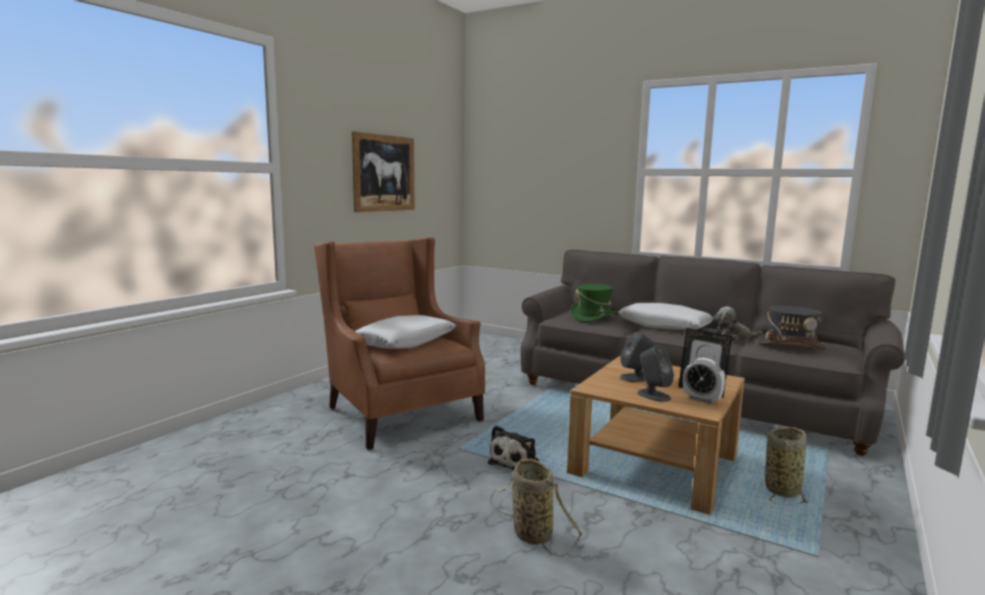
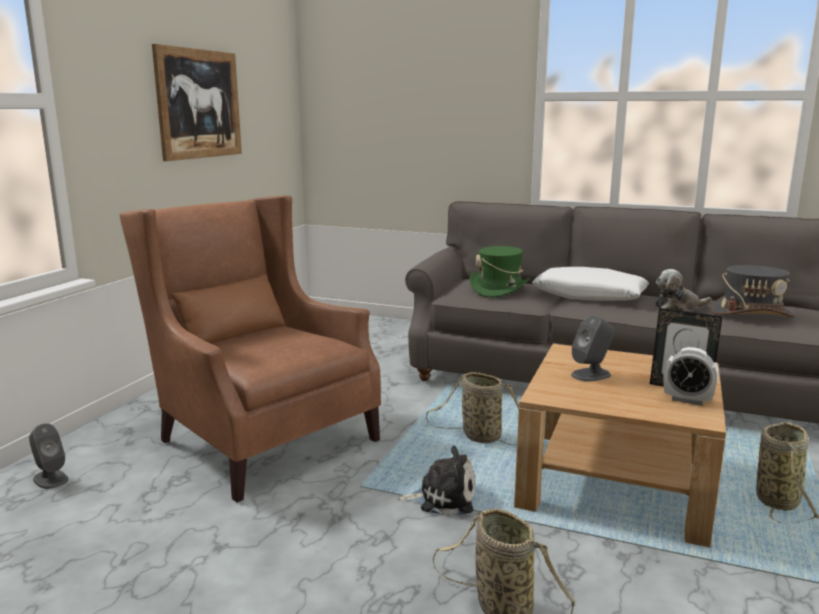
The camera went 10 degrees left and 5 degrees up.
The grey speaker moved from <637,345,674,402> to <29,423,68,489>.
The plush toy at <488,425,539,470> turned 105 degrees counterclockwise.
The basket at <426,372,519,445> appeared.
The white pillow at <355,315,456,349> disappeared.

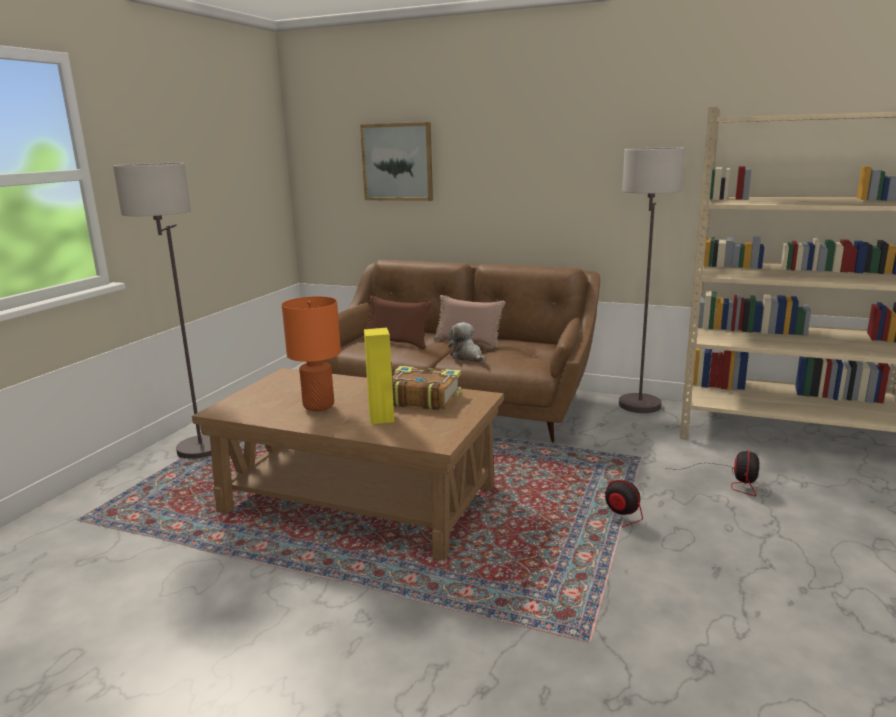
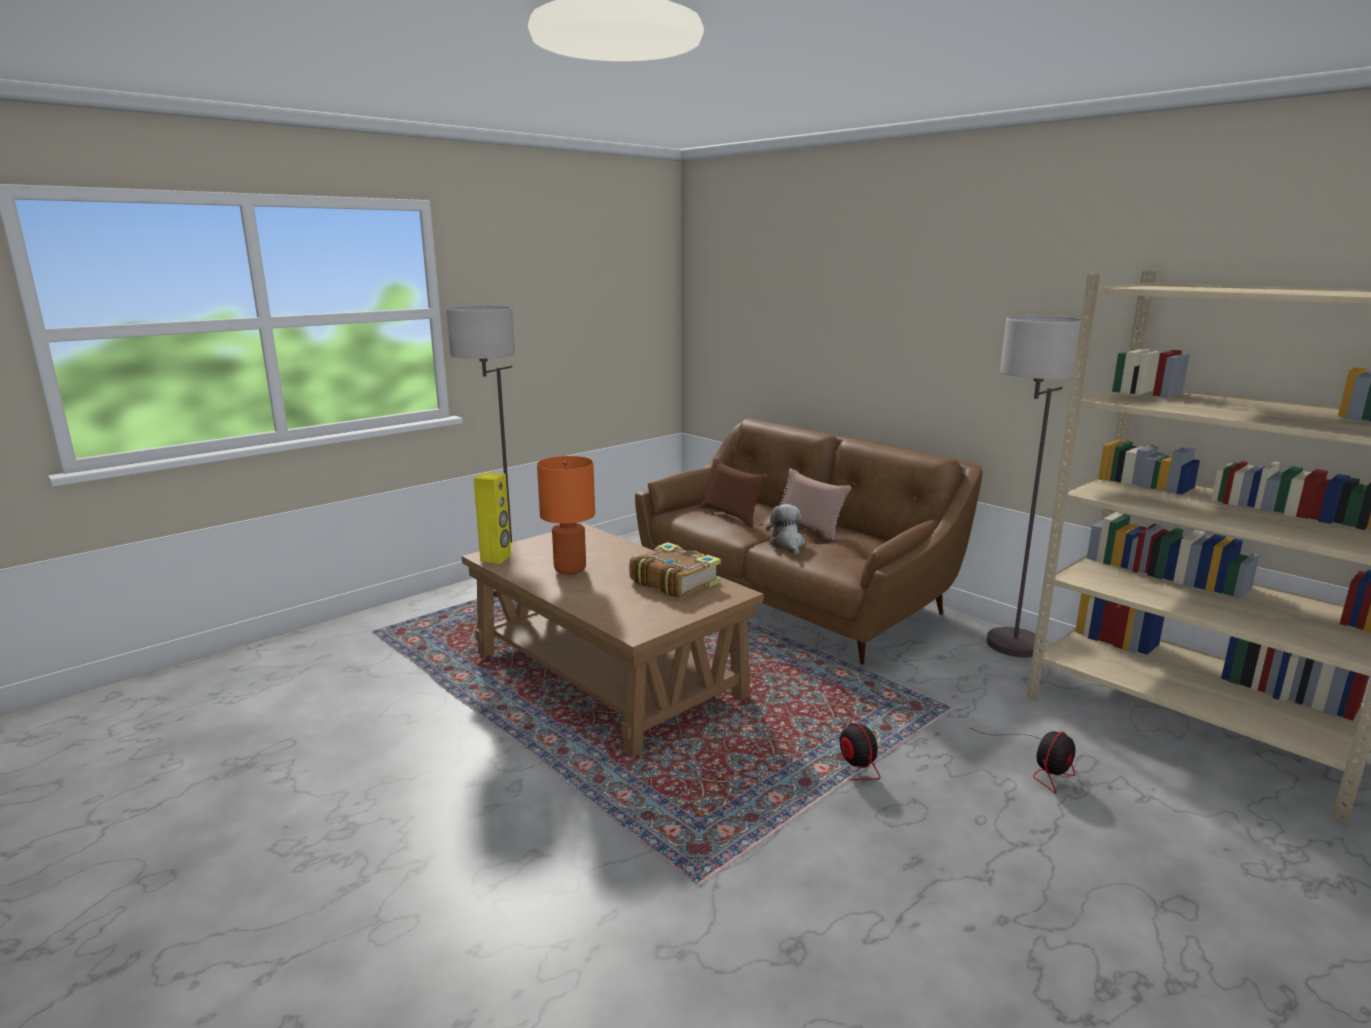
The camera went 25 degrees right and 0 degrees up.
The yellow speaker moved from <364,328,394,424> to <473,472,511,564>.
The picture at <360,122,433,201> disappeared.

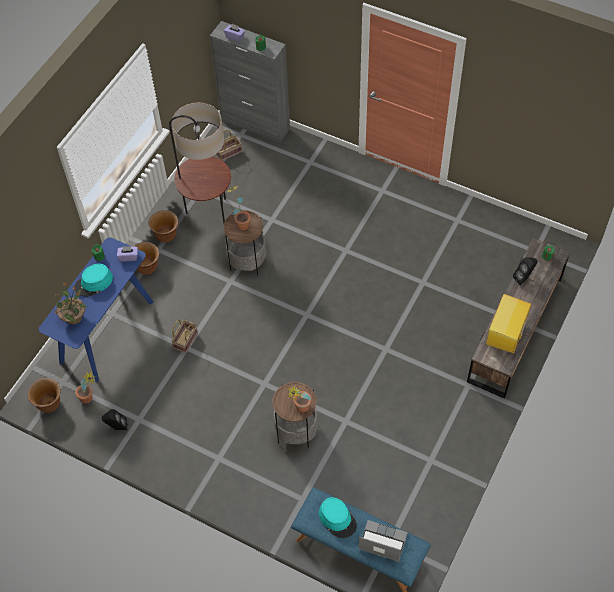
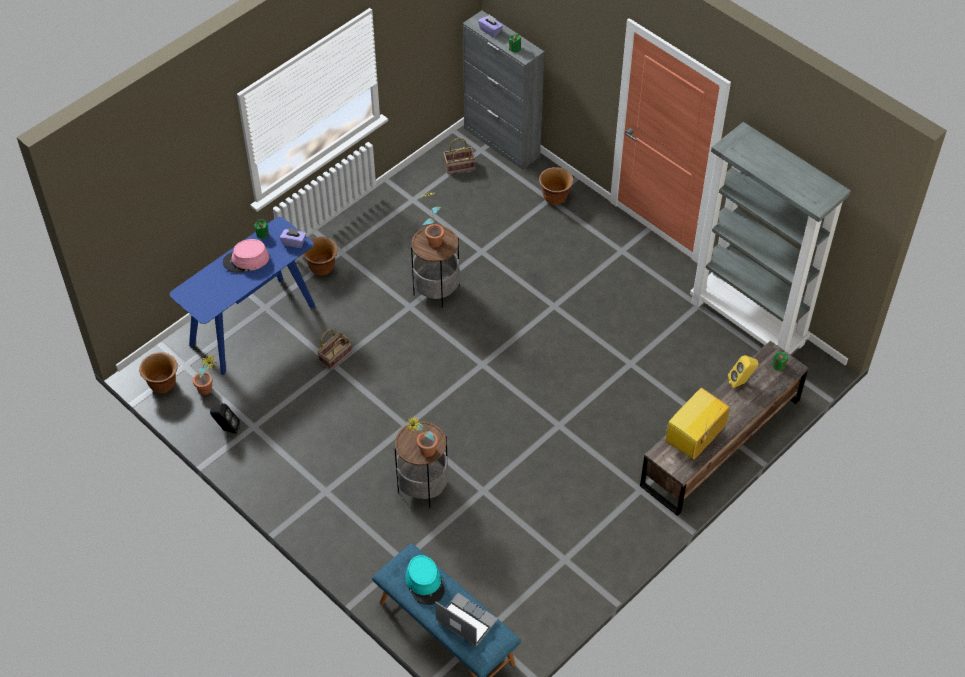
The camera went 15 degrees right and 5 degrees down.
The turquoise hat at <74,264,113,297> became the pink hat at <223,239,270,273>.
The brown planter moved from <149,210,178,242> to <539,167,573,205>.
The grey bookcase at <690,122,851,354> appeared.
The black speaker at <513,257,538,285> became the yellow speaker at <728,355,758,388>.
The potted plant at <54,283,87,325> disappeared.
The floor lamp at <169,103,231,224> disappeared.

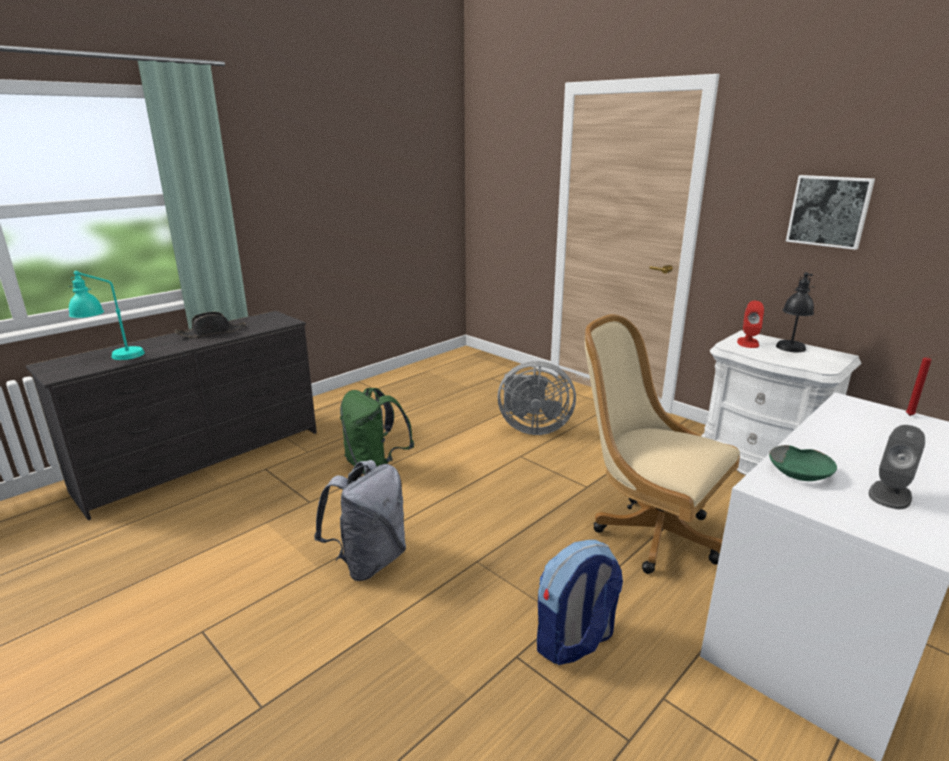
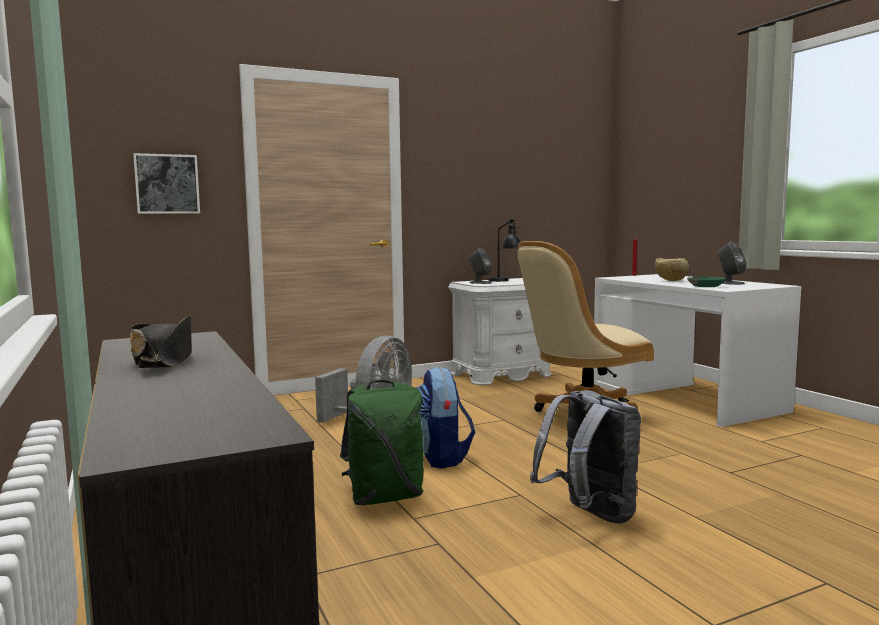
The camera went 70 degrees left and 15 degrees down.
The picture moved from <786,175,875,250> to <133,153,200,214>.
The backpack moved from <537,540,623,665> to <416,366,475,469>.
The red speaker at <737,301,764,348> became the grey speaker at <469,248,492,284>.
The beige bowl at <655,258,689,281> appeared.
The turquoise table lamp at <68,271,145,360> disappeared.

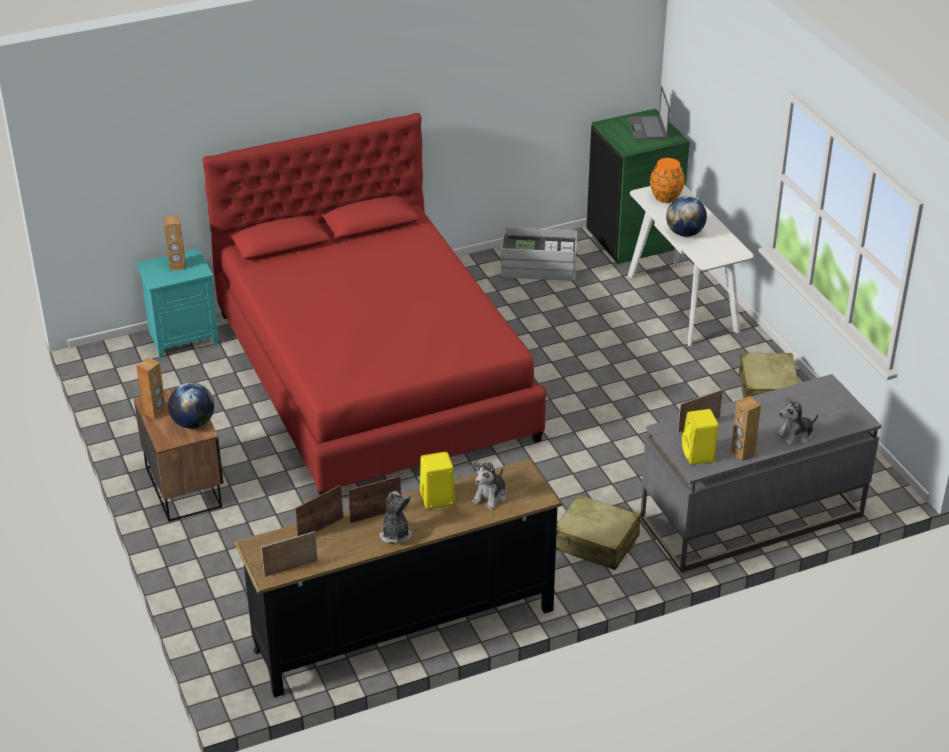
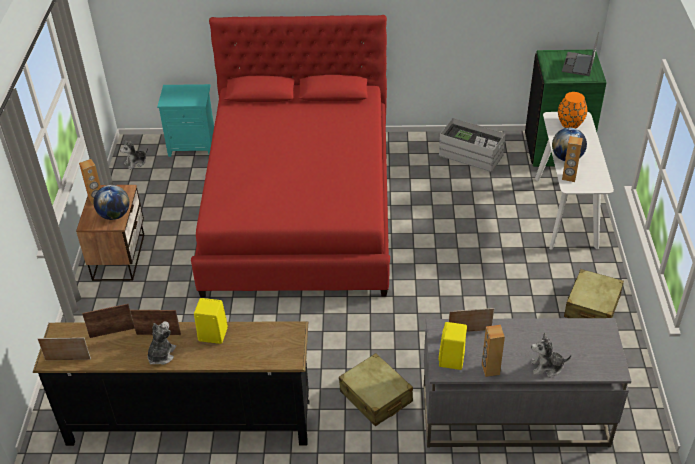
The camera went 25 degrees right and 5 degrees up.
The plush toy moved from <472,461,506,510> to <120,139,148,170>.
The brown speaker moved from <164,216,185,270> to <562,136,583,182>.

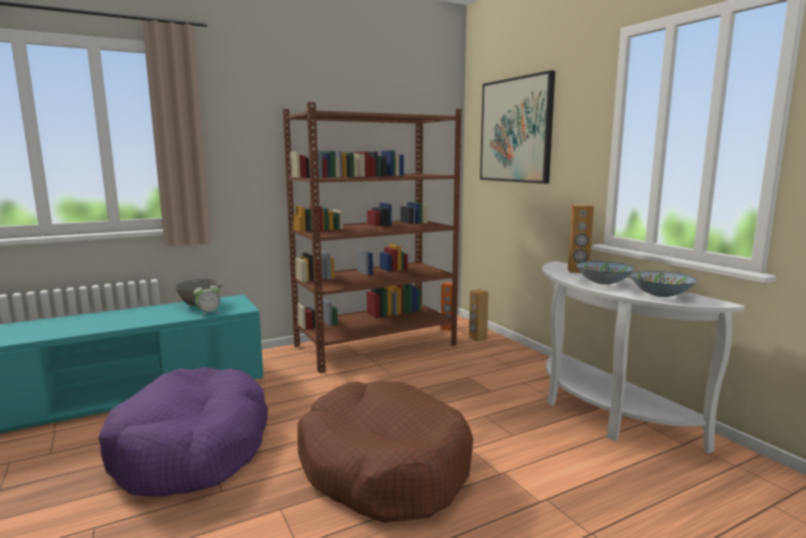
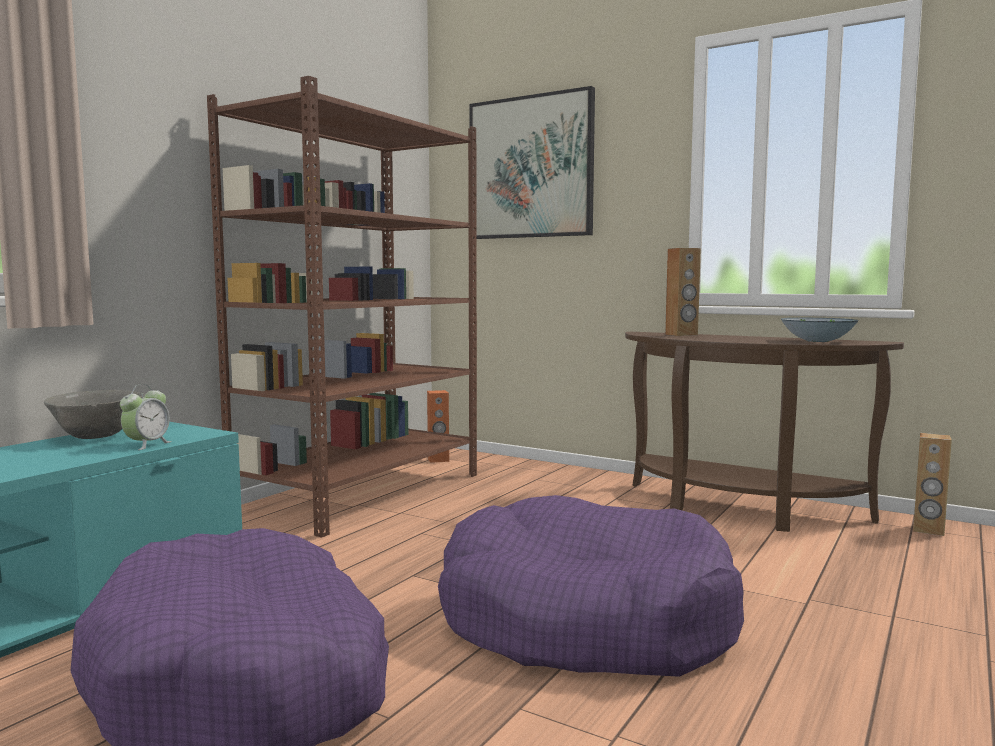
The camera went 30 degrees left and 5 degrees down.
The brown dog bed at <297,381,473,523> became the purple dog bed at <438,495,744,677>.
The white console table at <542,261,745,454> became the brown console table at <625,332,904,532>.
The brown speaker moved from <469,289,488,342> to <913,433,952,536>.
The bowl at <576,261,635,285> disappeared.

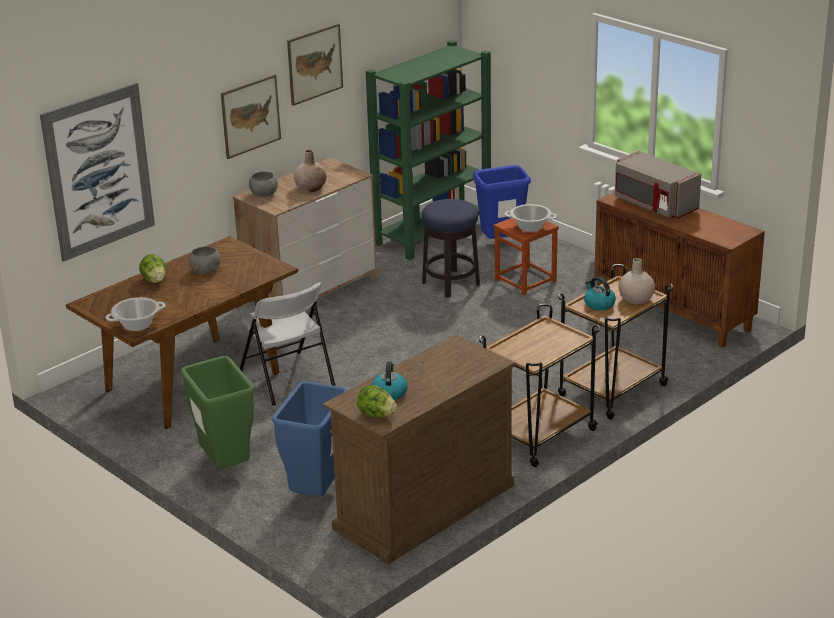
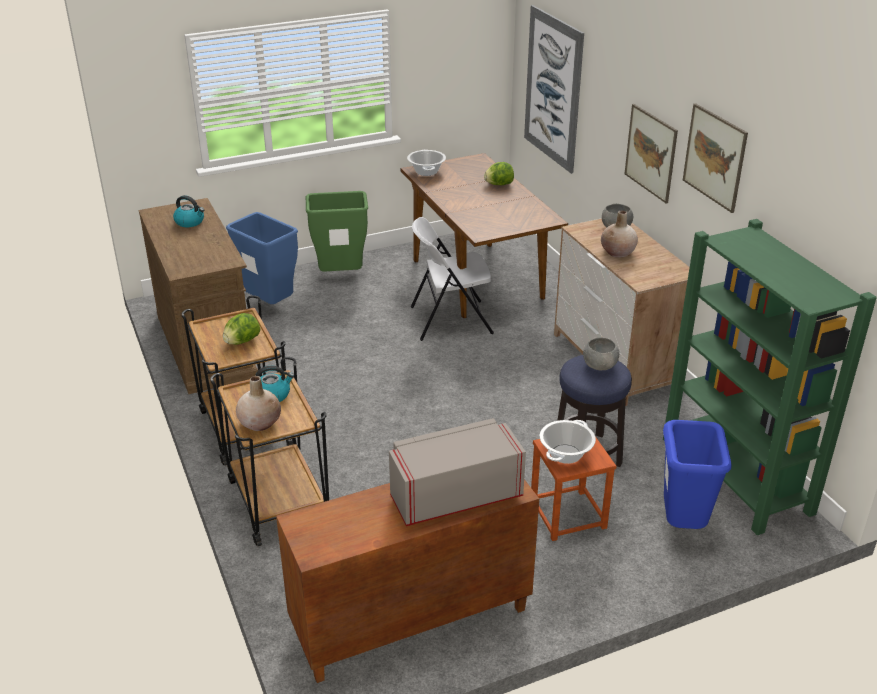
The camera went 110 degrees right and 5 degrees up.
The lettuce moved from <357,385,397,418> to <223,313,260,345>.
The grey bowl moved from <189,246,221,274> to <583,338,619,370>.

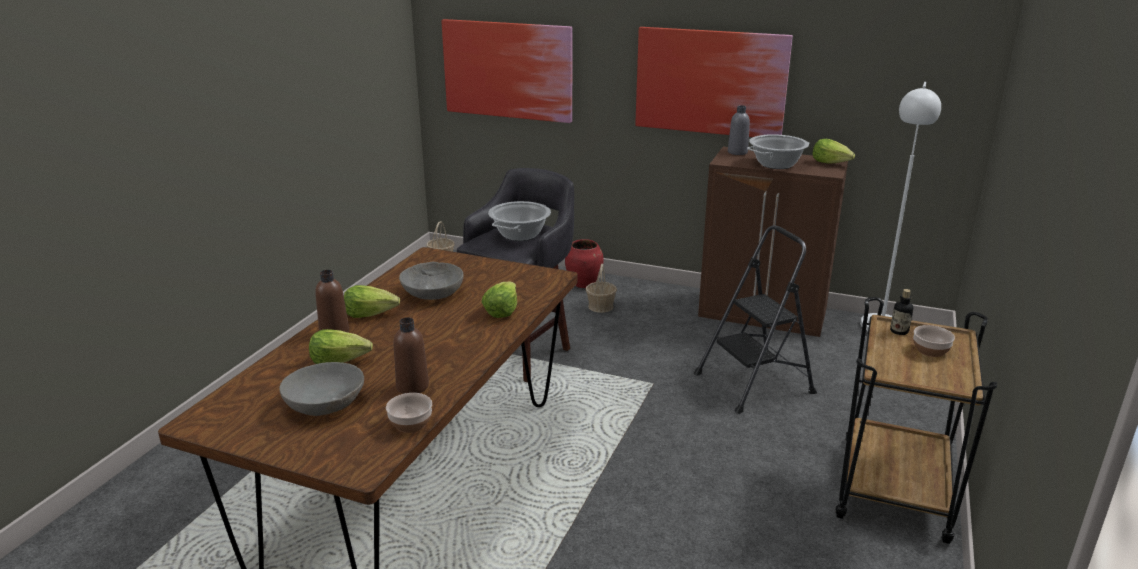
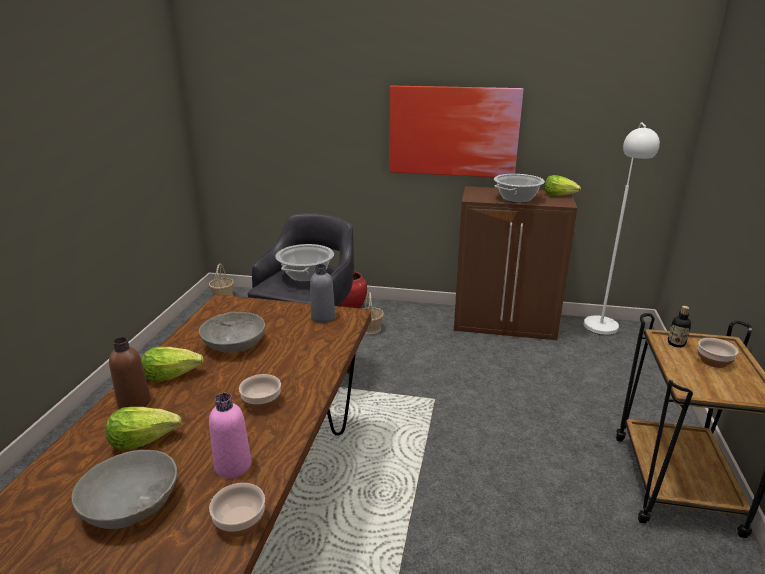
The camera went 10 degrees left and 0 degrees up.
The brown bottle at <393,317,429,394> became the pink bottle at <209,393,251,479>.
The bowl at <239,374,281,411> appeared.
The grey bottle moved from <728,105,750,155> to <310,264,335,323>.
The picture at <441,19,572,123> disappeared.
The lettuce at <481,282,517,318> disappeared.
The black step ladder at <694,225,817,414> disappeared.

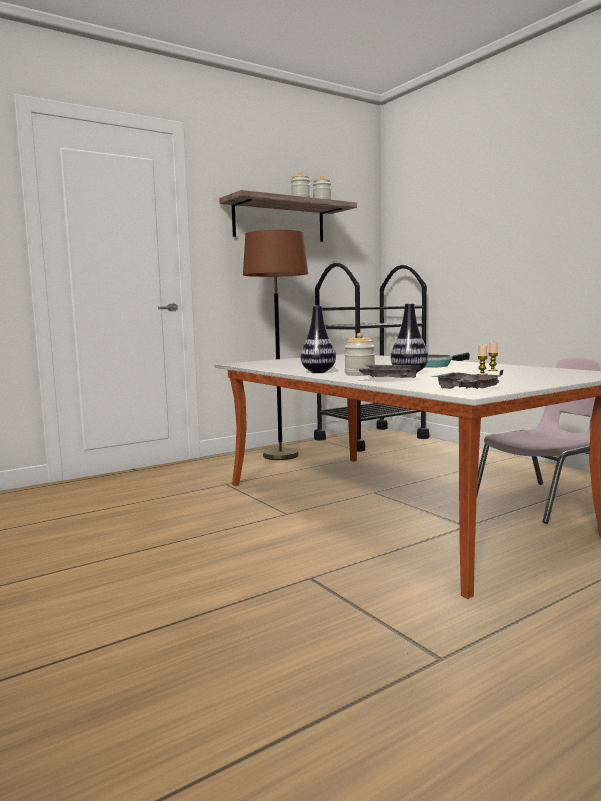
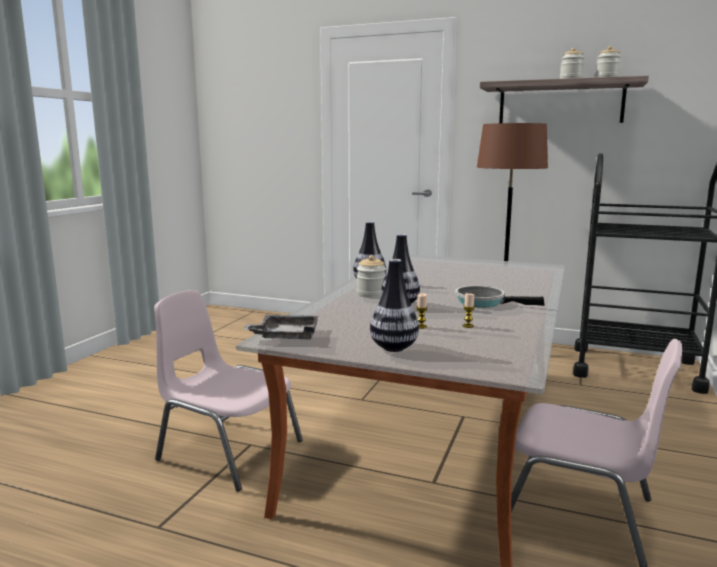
The camera went 55 degrees right and 5 degrees up.
The pink chair at <154,290,303,491> appeared.
The vase at <370,259,419,352> appeared.
The grey tray at <355,365,420,378> disappeared.

